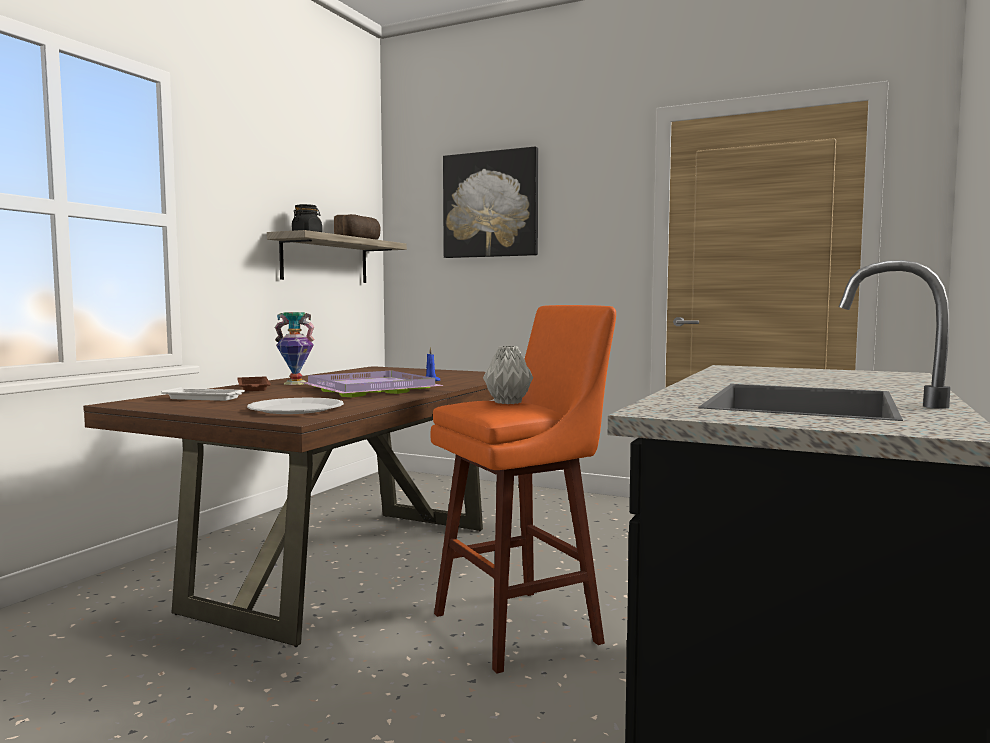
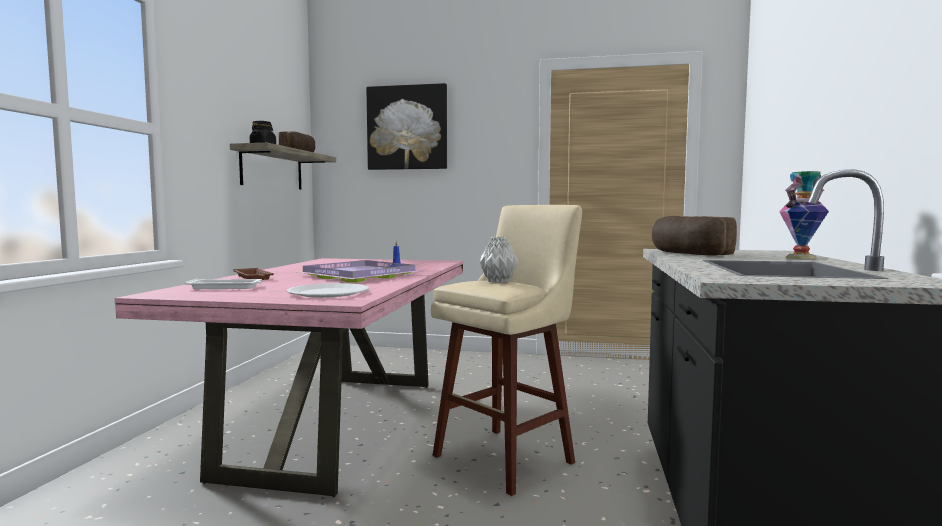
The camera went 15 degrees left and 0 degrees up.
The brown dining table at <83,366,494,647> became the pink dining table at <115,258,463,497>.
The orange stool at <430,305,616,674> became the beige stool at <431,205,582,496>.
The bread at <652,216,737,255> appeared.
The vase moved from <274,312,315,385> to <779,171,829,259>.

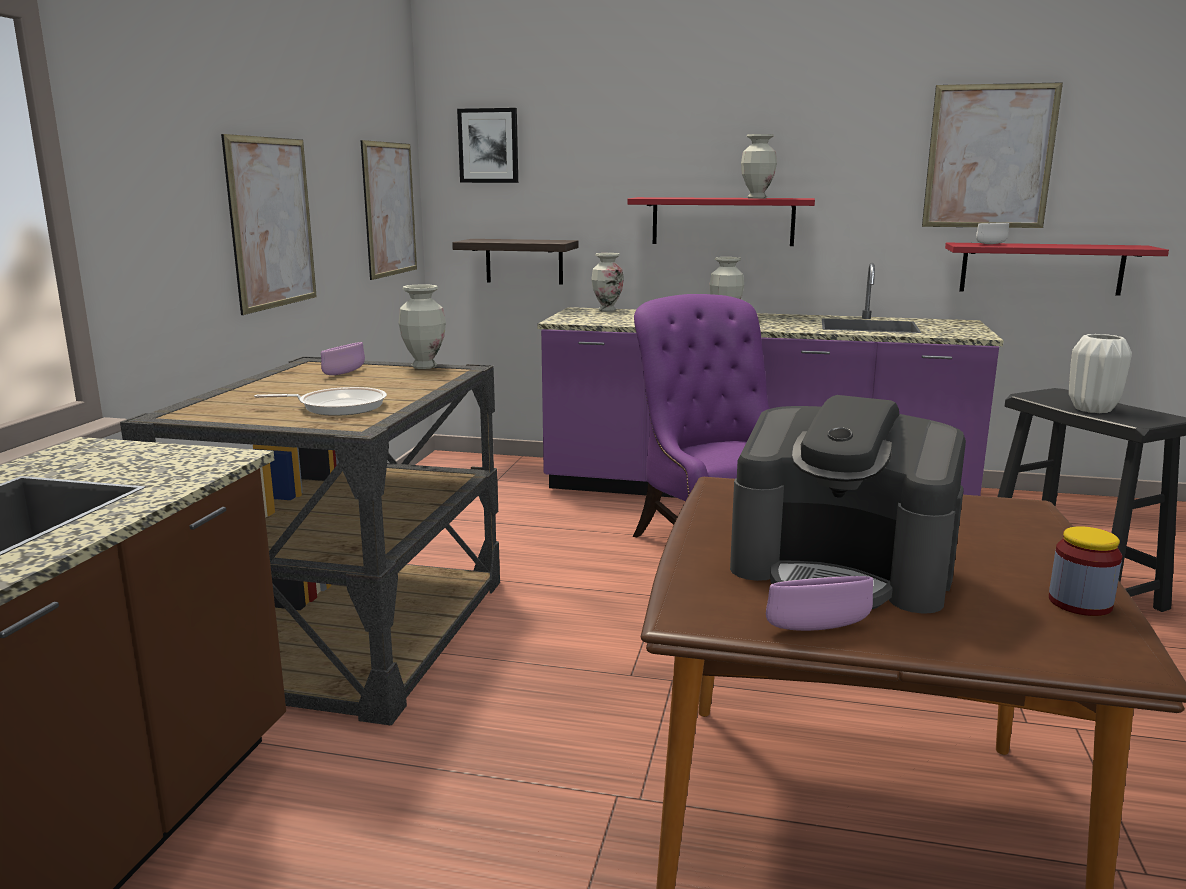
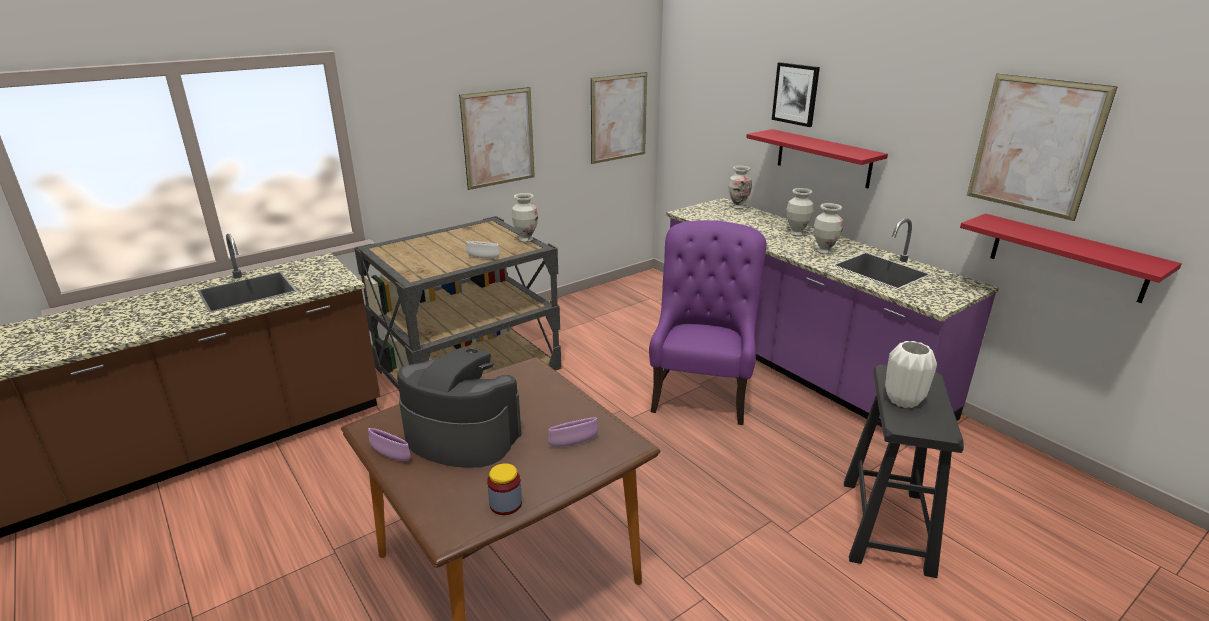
The camera went 40 degrees right and 10 degrees up.
The coffee machine at <730,395,966,614> turned 135 degrees clockwise.
The white bowl moved from <976,223,1009,244> to <466,241,500,258>.
The purple bowl moved from <321,342,365,375> to <548,418,598,447>.
The picture moved from <457,108,518,183> to <772,62,820,127>.
The vase moved from <741,134,777,199> to <814,203,843,254>.
The frying pan at <254,387,387,416> disappeared.
The shelf at <452,239,578,285> disappeared.

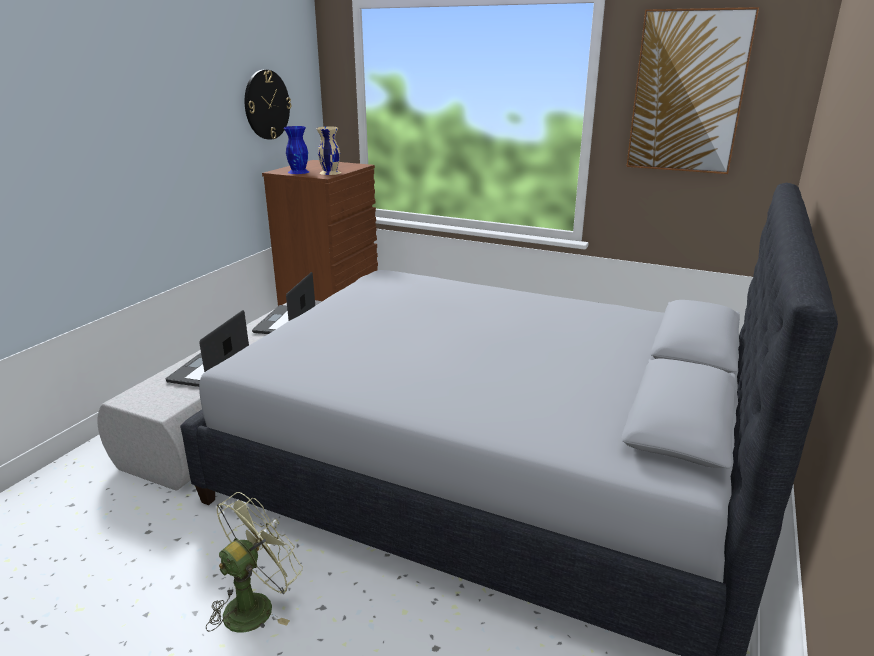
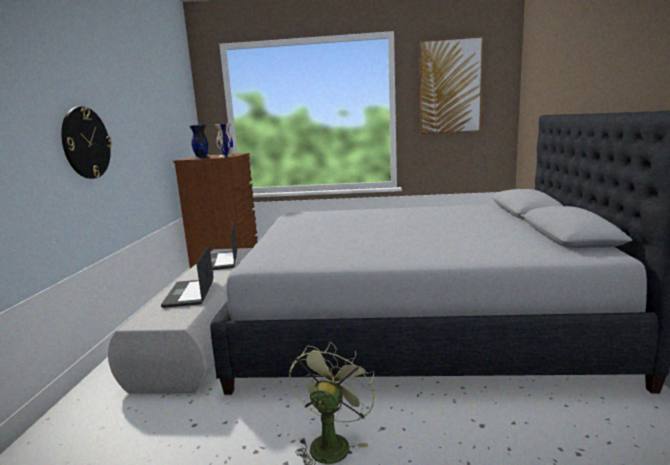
The camera went 20 degrees left and 10 degrees down.
The wall clock moved from <245,70,291,140> to <61,107,112,179>.
The blue vase at <284,126,309,174> became the black vase at <189,125,210,159>.

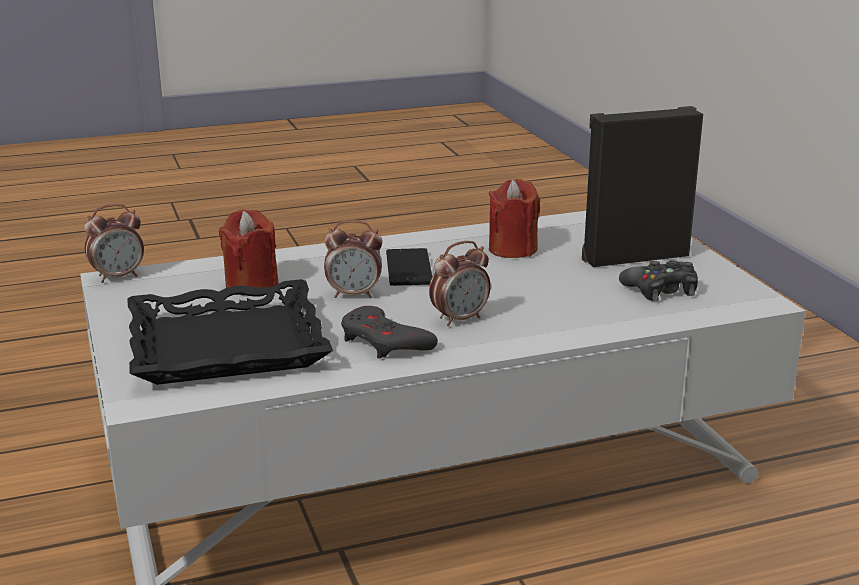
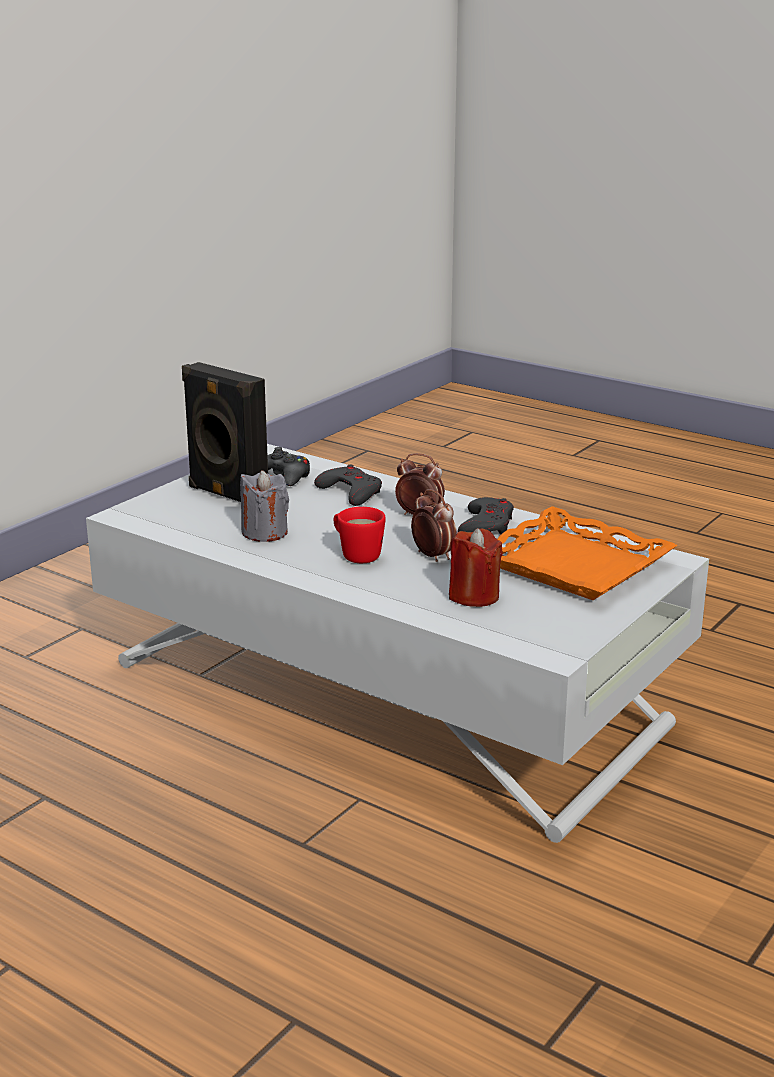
The camera went 125 degrees left and 0 degrees up.
The red candle at <489,179,540,258> became the grey candle at <240,470,289,542>.
The grey game controller at <314,464,382,506> appeared.
The phone at <386,248,432,286> was replaced by the red mug at <334,507,386,563>.
The black tray at <127,279,333,385> became the orange tray at <497,506,678,600>.
The alarm clock at <84,204,144,283> disappeared.

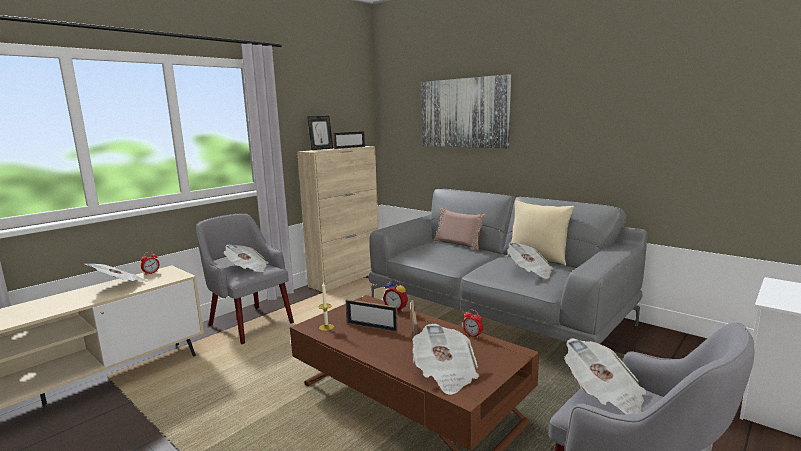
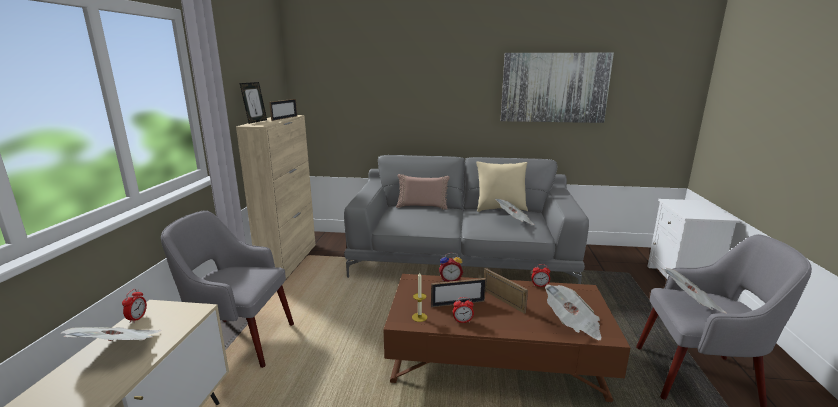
The camera went 35 degrees left and 5 degrees up.
The alarm clock at <453,297,474,323> appeared.
The picture moved from <421,74,511,148> to <501,53,614,123>.
The newspaper at <224,245,269,272> disappeared.

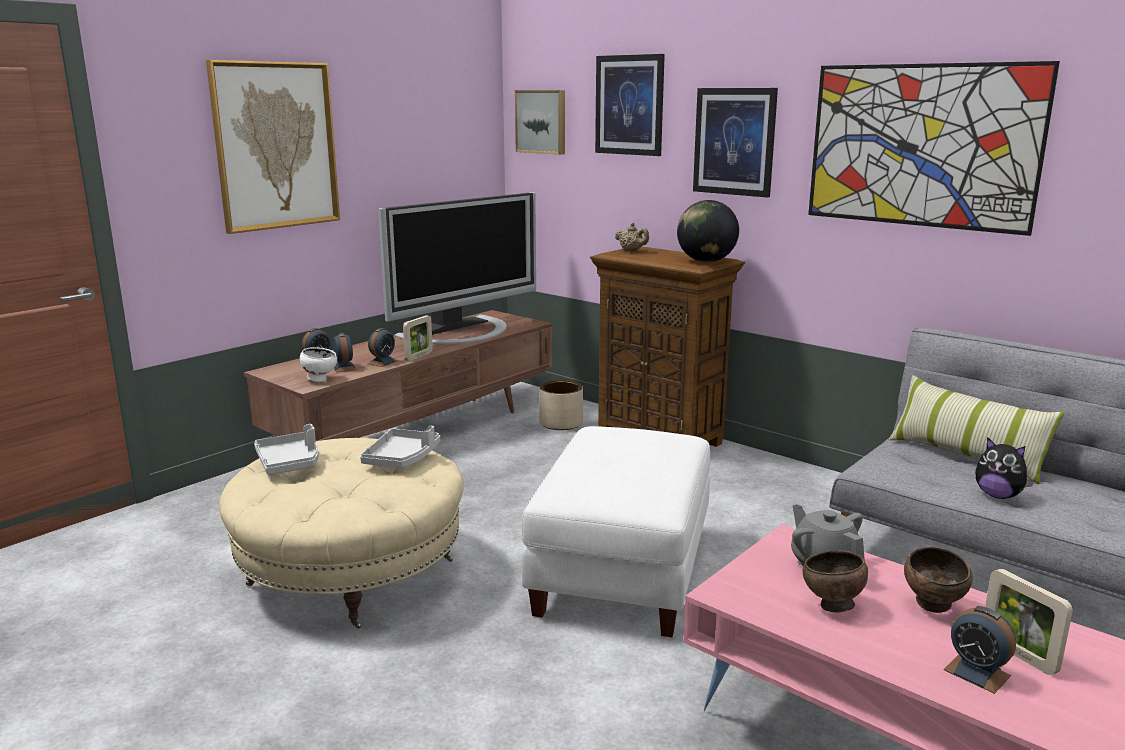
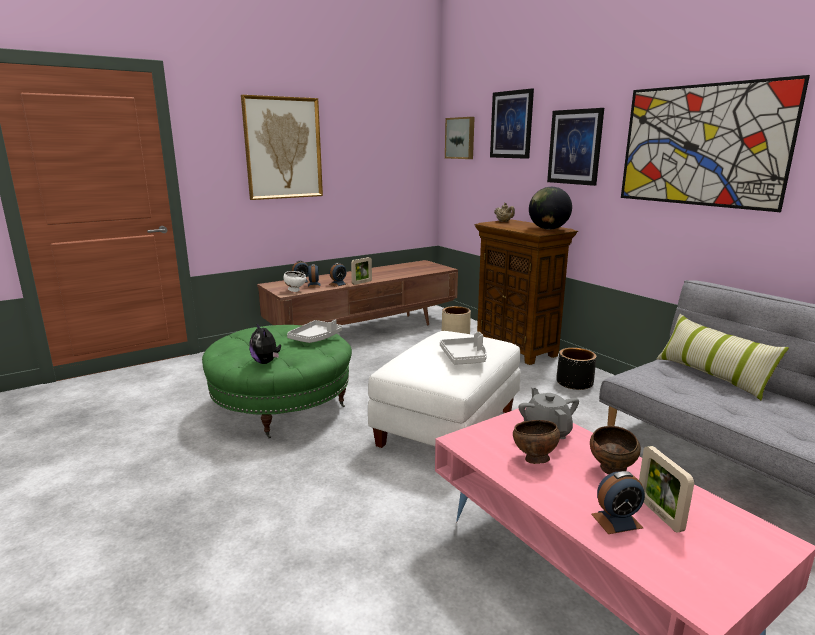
The camera went 15 degrees right and 0 degrees up.
The beige ottoman at <219,438,464,629> became the green ottoman at <202,325,352,438>.
The plush toy moved from <975,437,1035,499> to <249,324,281,364>.
The grey tray moved from <254,424,319,475> to <440,332,487,365>.
The black planter at <556,348,596,390> appeared.
The alarm clock at <943,606,1016,694> turned 75 degrees counterclockwise.
The television at <378,192,536,344> disappeared.

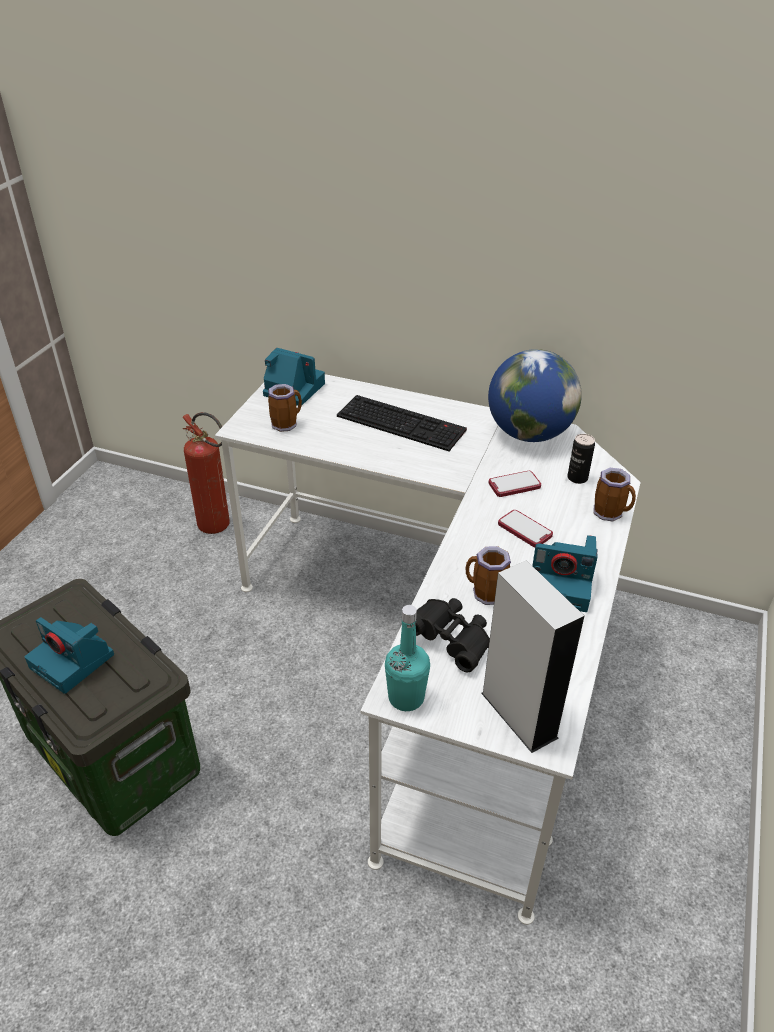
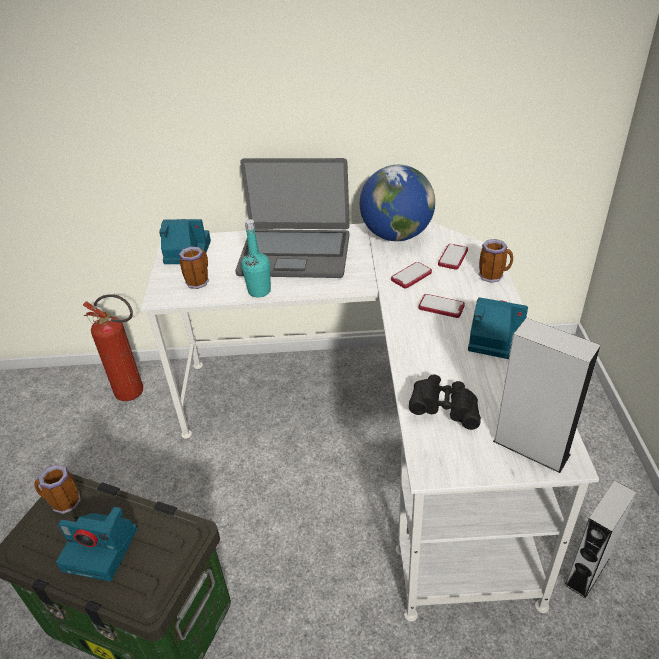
The camera went 20 degrees left and 0 degrees up.
The mug moved from <466,546,511,605> to <34,464,81,514>.
The keyboard at <337,395,467,451> was replaced by the laptop at <235,158,350,278>.
The turquoise bottle moved from <385,605,430,711> to <241,219,271,297>.
The can at <567,434,595,484> was replaced by the phone at <438,244,468,270>.
The photo camera at <532,535,598,612> turned 150 degrees counterclockwise.
The grey speaker at <564,480,637,598> appeared.

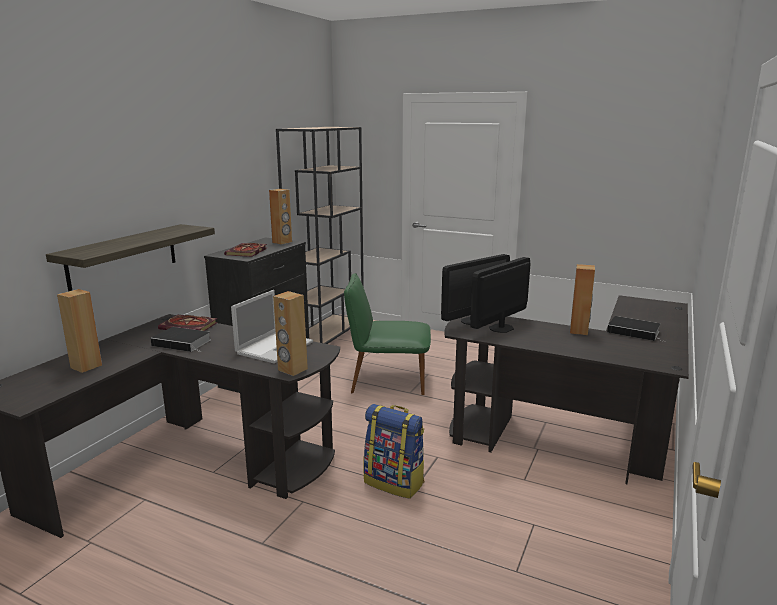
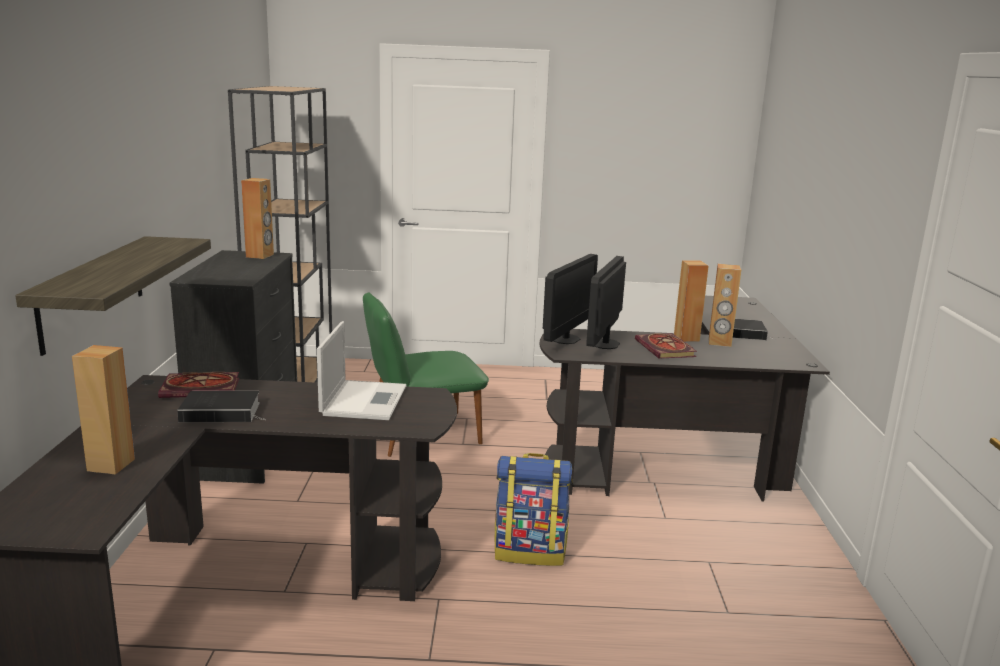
The camera went 25 degrees left and 0 degrees up.
The book moved from <224,243,268,257> to <635,333,697,359>.
The brown speaker moved from <273,291,308,376> to <709,264,741,347>.

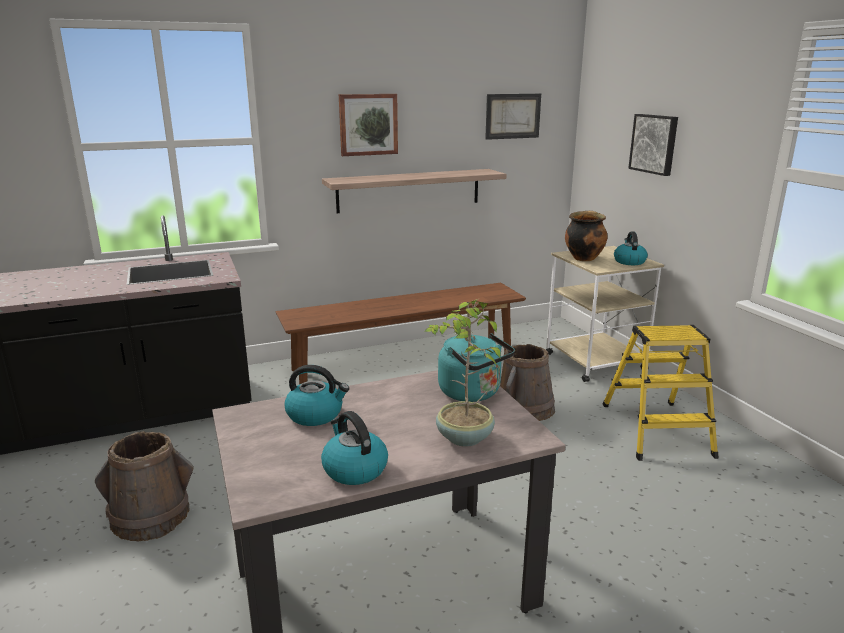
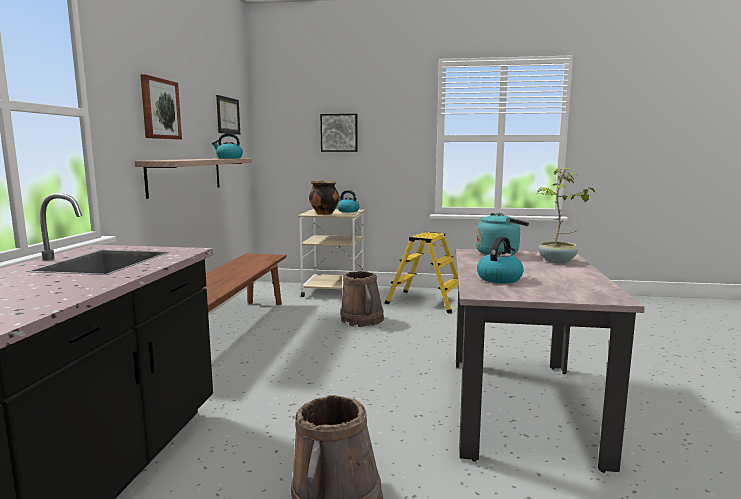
The camera went 60 degrees left and 10 degrees down.
The kettle moved from <321,411,388,485> to <212,133,243,158>.

